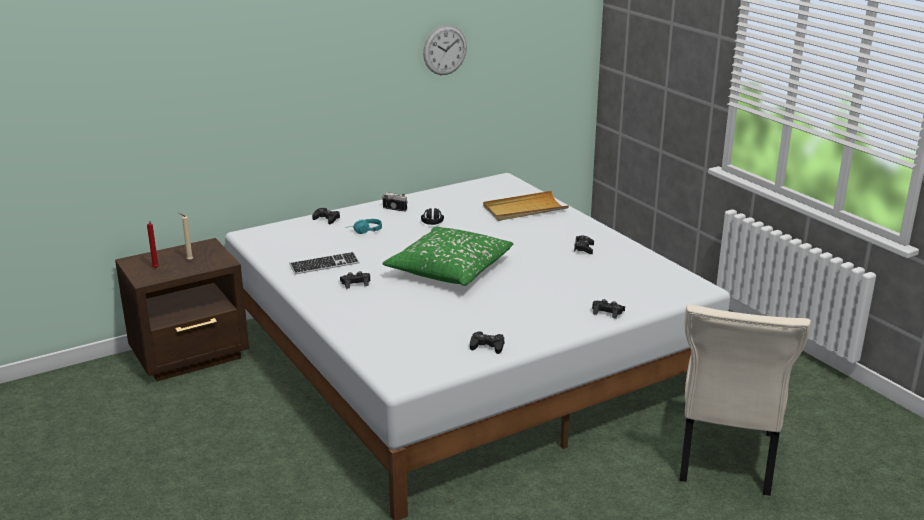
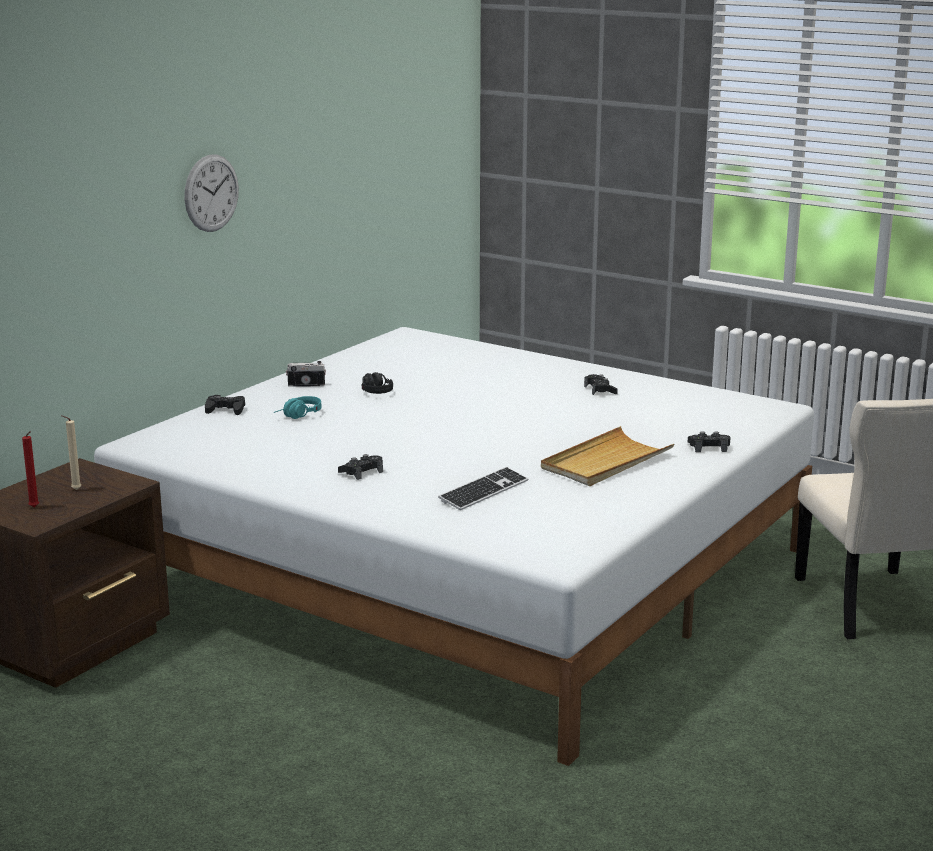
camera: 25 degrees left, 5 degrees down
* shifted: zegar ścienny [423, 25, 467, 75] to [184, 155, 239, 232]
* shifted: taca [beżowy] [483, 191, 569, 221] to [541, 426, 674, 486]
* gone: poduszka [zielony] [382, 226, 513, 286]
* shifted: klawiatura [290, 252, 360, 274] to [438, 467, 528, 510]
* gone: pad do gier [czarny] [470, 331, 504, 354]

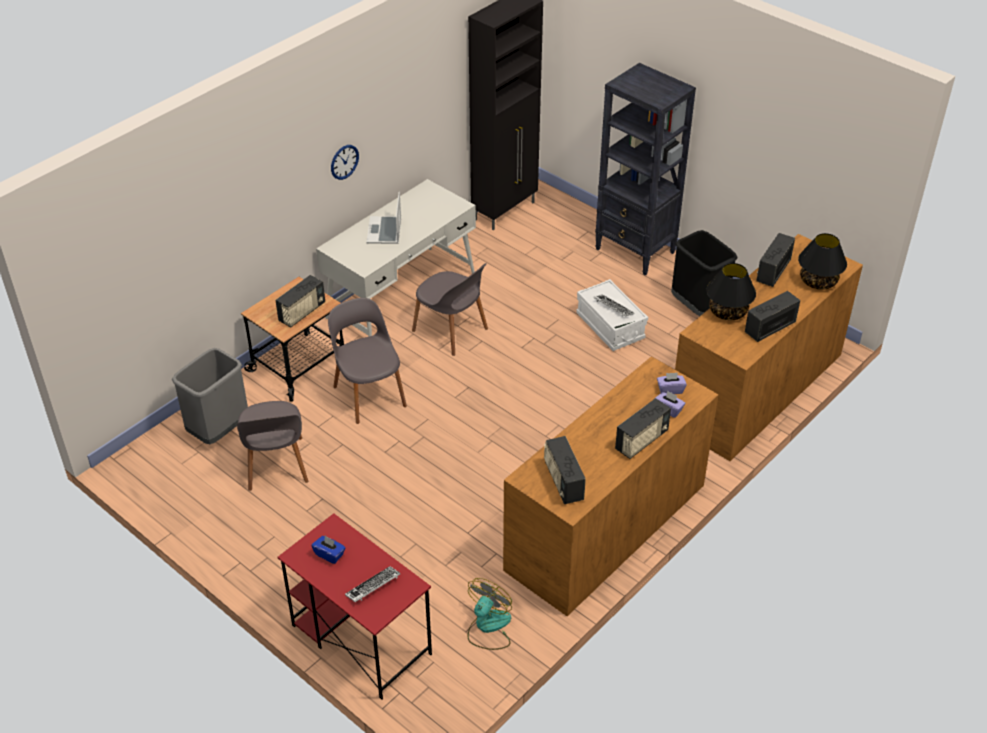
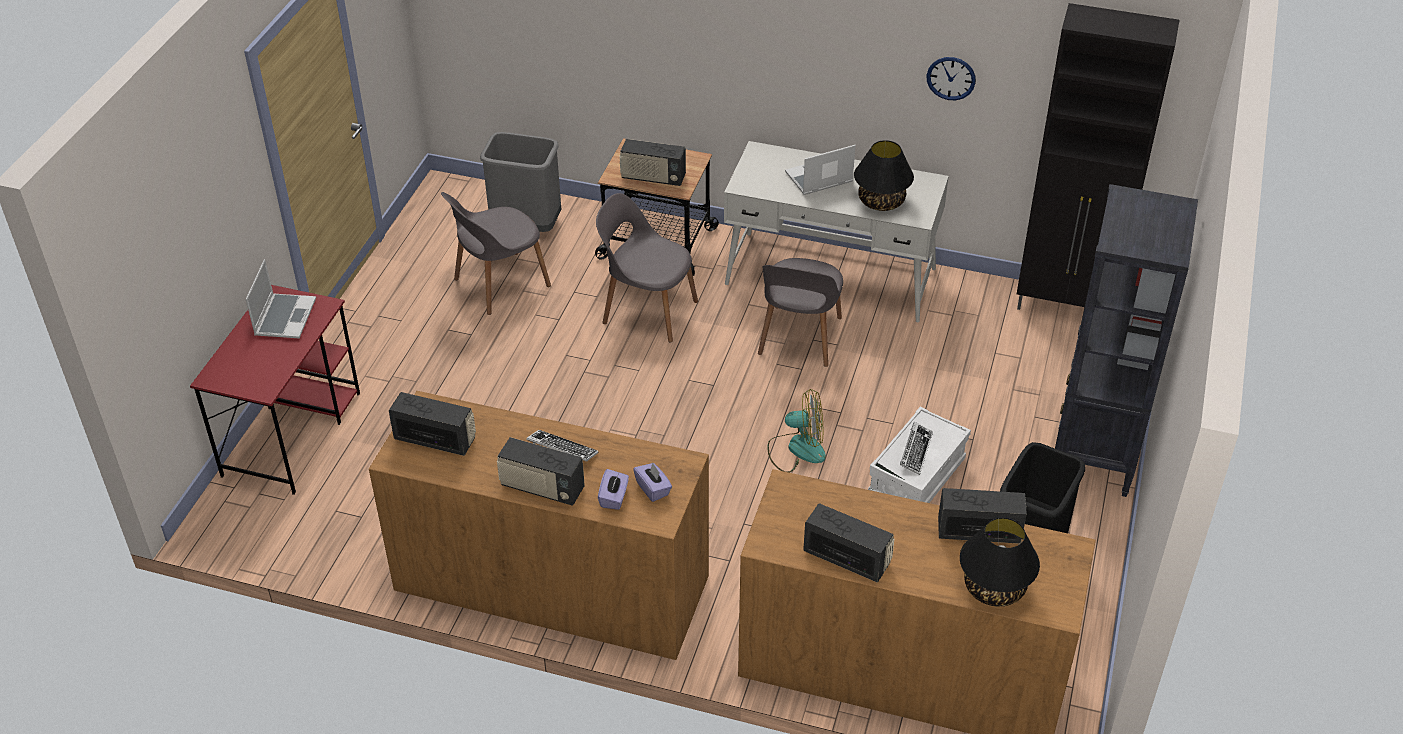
camera: 65 degrees right, 0 degrees up
* shifted: zegar ścienny [331, 145, 359, 180] to [926, 57, 976, 100]
* shifted: lampa stołowa [czarny] [706, 263, 756, 320] to [854, 140, 914, 211]
* rotated: krzesło [szary] [328, 298, 407, 424] = [596, 193, 698, 342] 105 degrees counterclockwise
* rotated: radio [544, 436, 586, 504] = [389, 392, 476, 456] 60 degrees clockwise
* swapped: pudełko chusteczek [niebieski] [312, 536, 345, 564] to laptop [246, 259, 316, 338]
* shifted: klawiatura [345, 566, 400, 602] to [526, 430, 598, 462]
* shifted: wentylator [468, 578, 512, 650] to [767, 389, 826, 473]

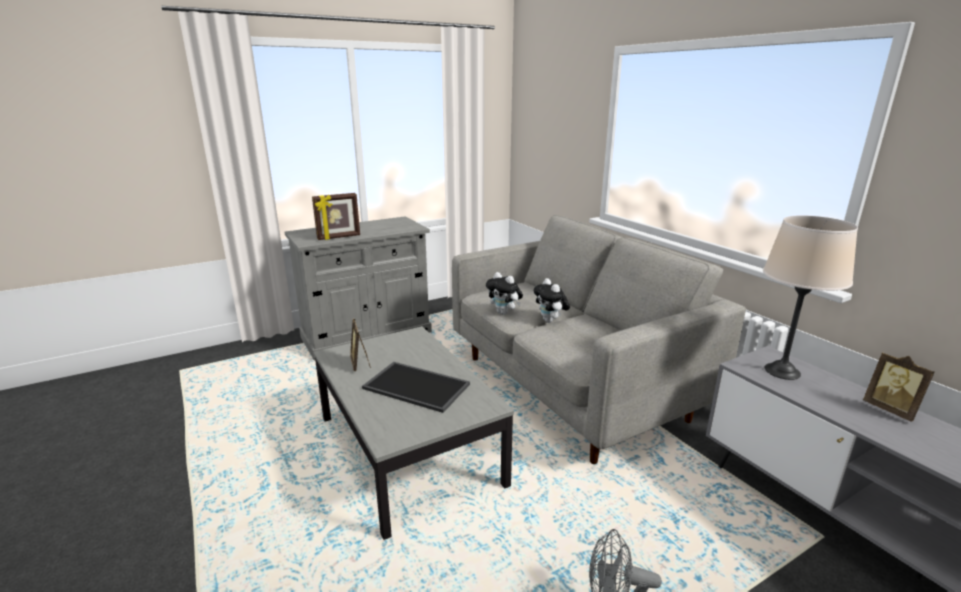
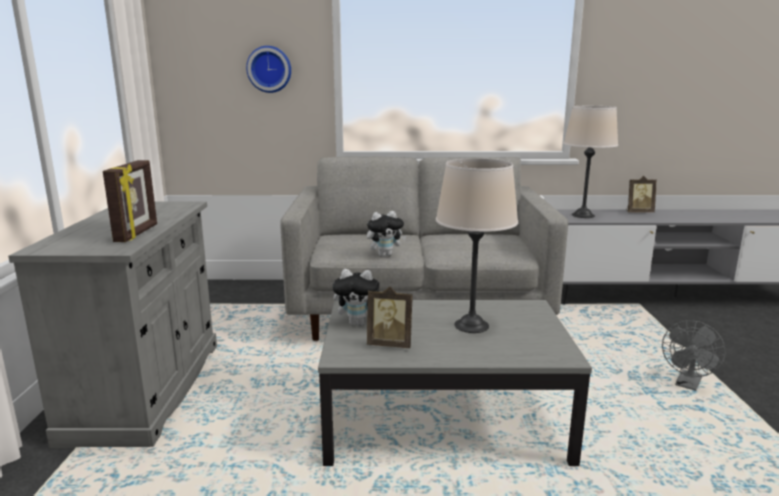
camera: 60 degrees left, 5 degrees down
* shifted: pluszak [533, 278, 570, 323] to [332, 269, 380, 326]
* swapped: taca [362, 362, 470, 413] to lampa stołowa [beżowy] [436, 158, 518, 333]
* new: zegar ścienny [246, 46, 291, 93]

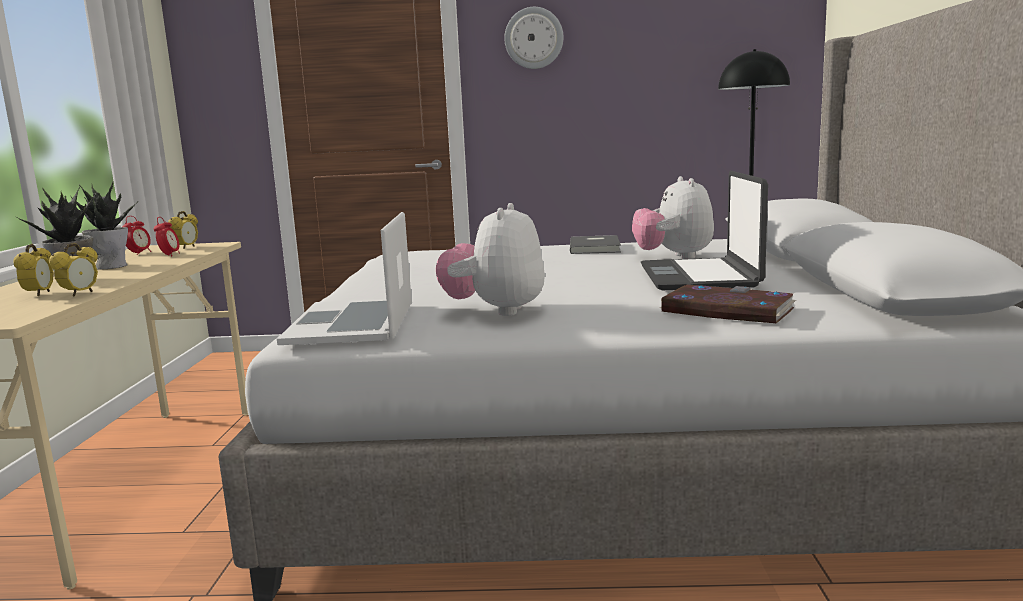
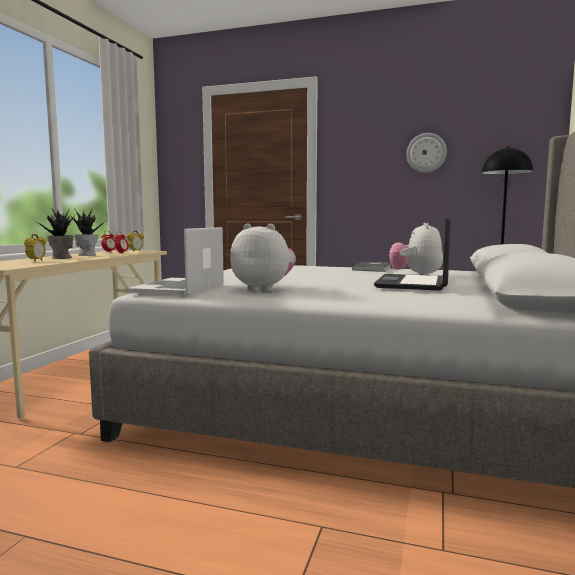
camera: 15 degrees right, 5 degrees down
* shifted: zegar ścienny [504, 7, 563, 69] to [406, 133, 447, 173]
* rotated: pluszak [435, 203, 545, 316] = [230, 224, 296, 292] 90 degrees clockwise
* gone: budzik [49, 243, 98, 297]
* gone: książka [660, 284, 796, 323]

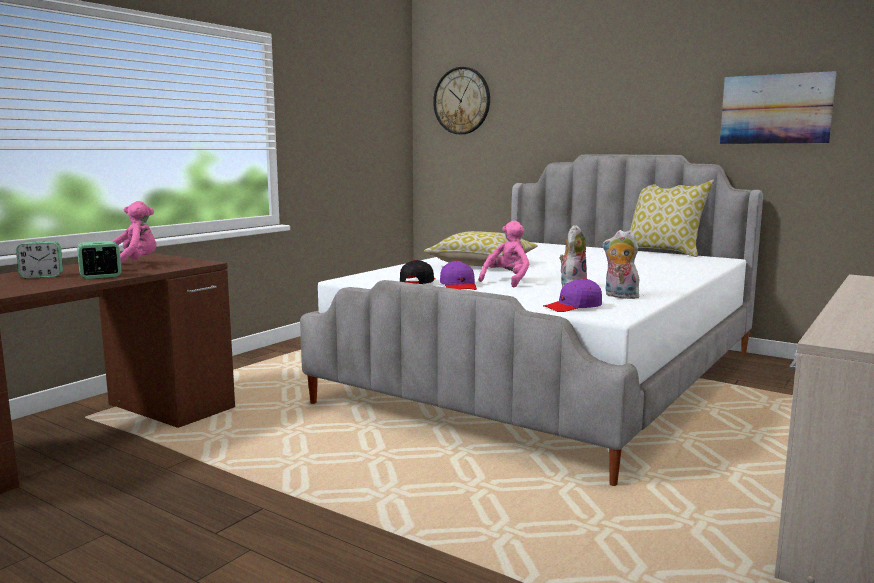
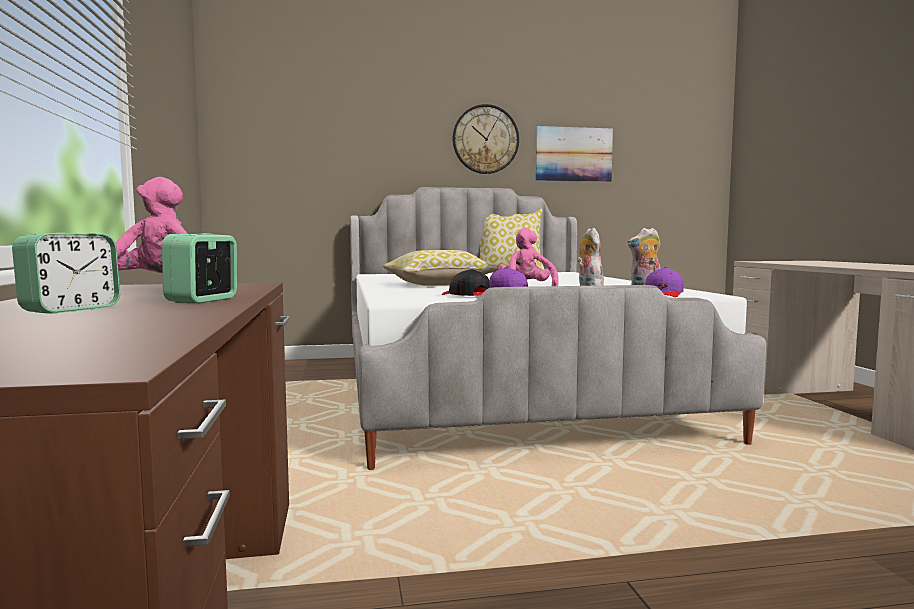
camera: 45 degrees left, 5 degrees down
* shifted: zegar ścienny [433, 67, 490, 134] to [453, 104, 519, 174]

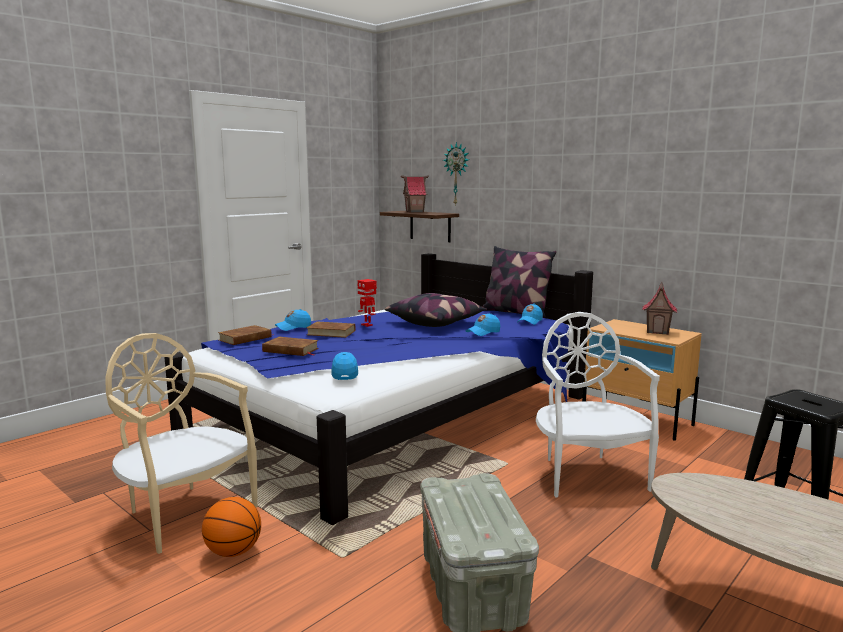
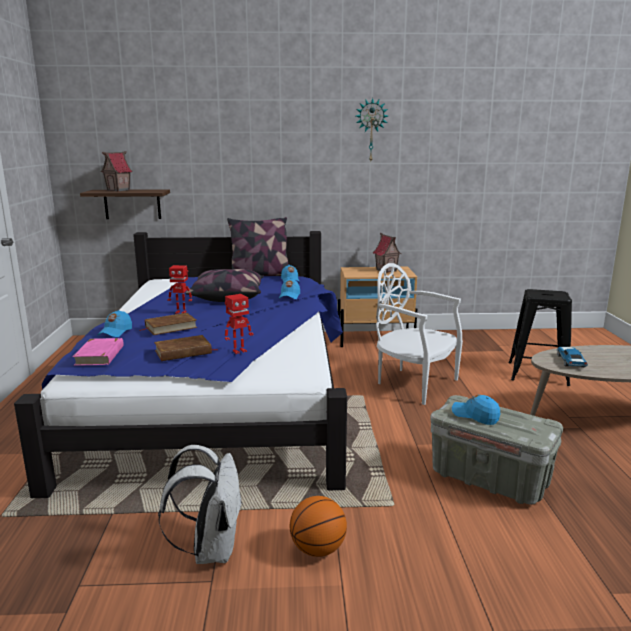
camera: 45 degrees left, 5 degrees up
* shifted: zegar ścienny [443, 142, 469, 206] to [356, 98, 388, 163]
* repainted: książka [brązowy] [218, 325, 274, 345] to książka [różowy] [72, 338, 124, 366]
* swapped: krzesło [beżowy] [105, 333, 258, 554] to plecak [biały] [158, 445, 243, 564]
* shifted: czapka z daszkiem [niebieski] [331, 352, 358, 380] to [452, 395, 500, 425]
* new: robot zabawkowy [225, 294, 254, 354]
* new: samochodzik [557, 347, 588, 367]

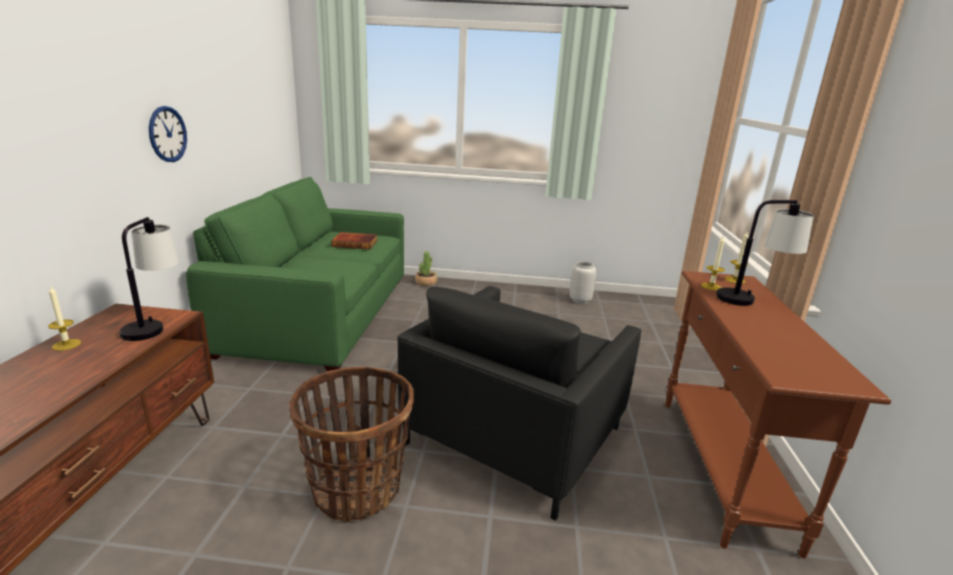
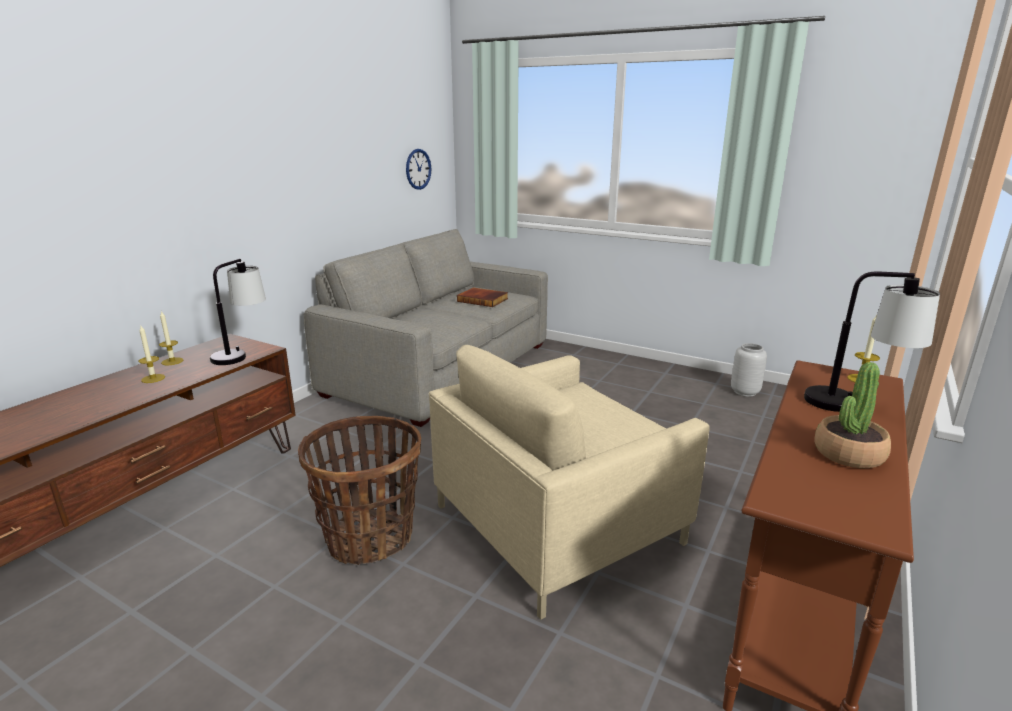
camera: 25 degrees right, 0 degrees up
* shifted: zegar ścienny [149, 106, 187, 162] to [406, 149, 431, 190]
* repainted: kanapa [zielony] [186, 177, 404, 371] to kanapa [szary] [304, 229, 548, 427]
* shifted: świeca [701, 237, 725, 291] to [139, 326, 165, 383]
* shifted: roślina doniczkowa [415, 251, 437, 286] to [814, 362, 891, 468]
* repainted: fotel [czarny] [397, 286, 641, 521] to fotel [beżowy] [429, 345, 710, 620]

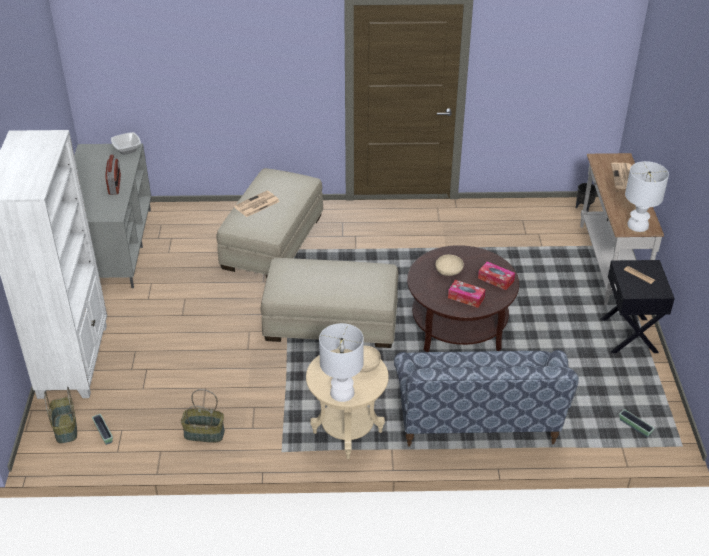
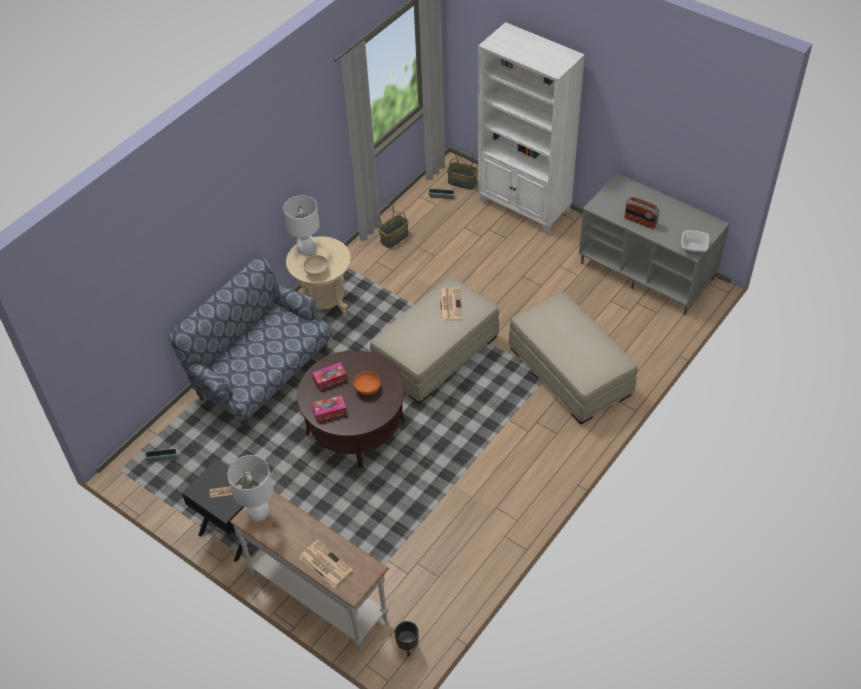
camera: 130 degrees right, 10 degrees up
* shifted: gazeta [234, 190, 280, 217] to [439, 288, 462, 320]
* repainted: miska [beżowy] [435, 255, 464, 276] to miska [pomarańczowy] [353, 371, 380, 395]

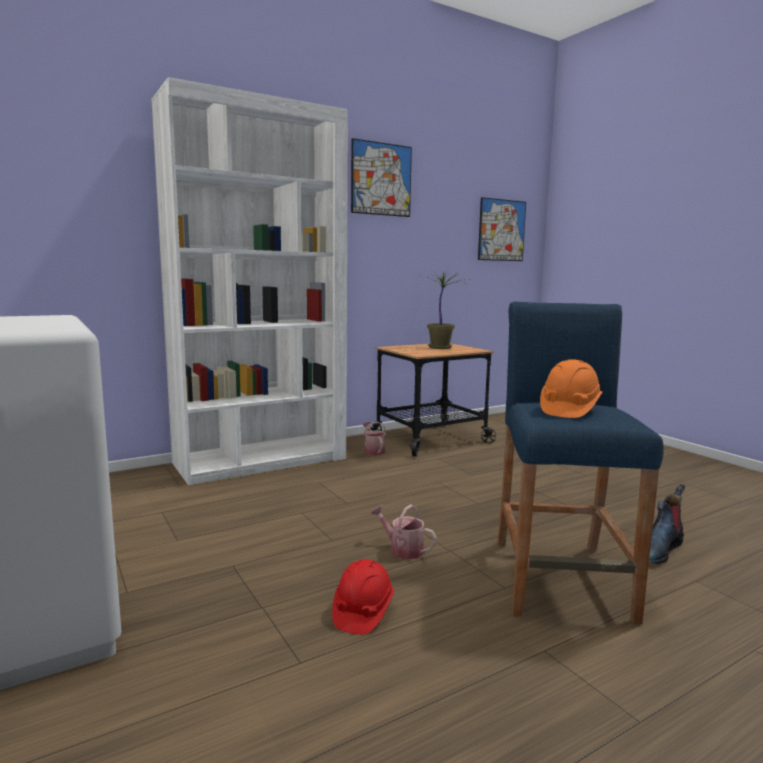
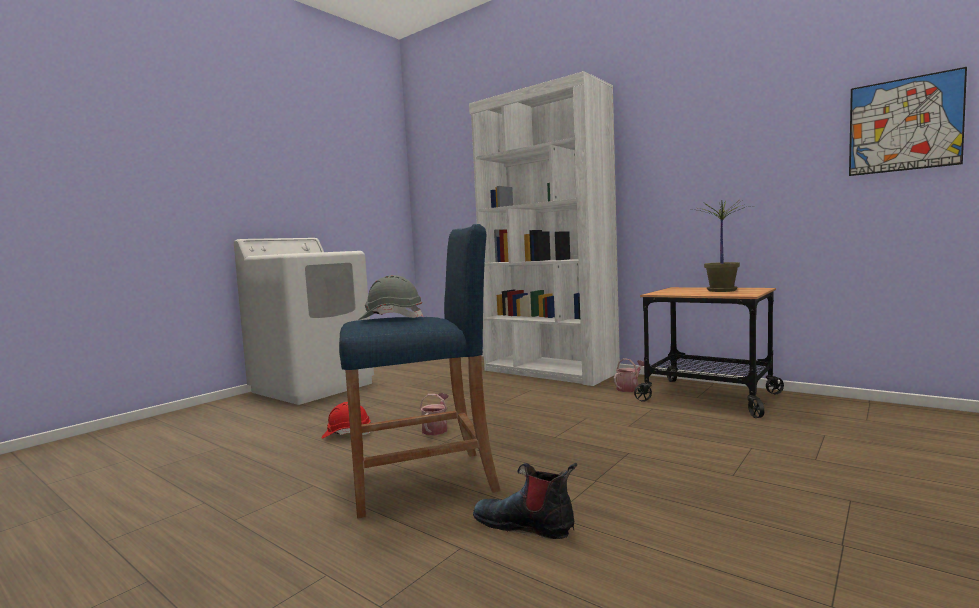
camera: 70 degrees right, 5 degrees down
* gone: obraz [351, 138, 412, 217]
* repainted: kask [pomarańczowy] [540, 359, 603, 418] to kask [szary] [359, 275, 424, 320]

